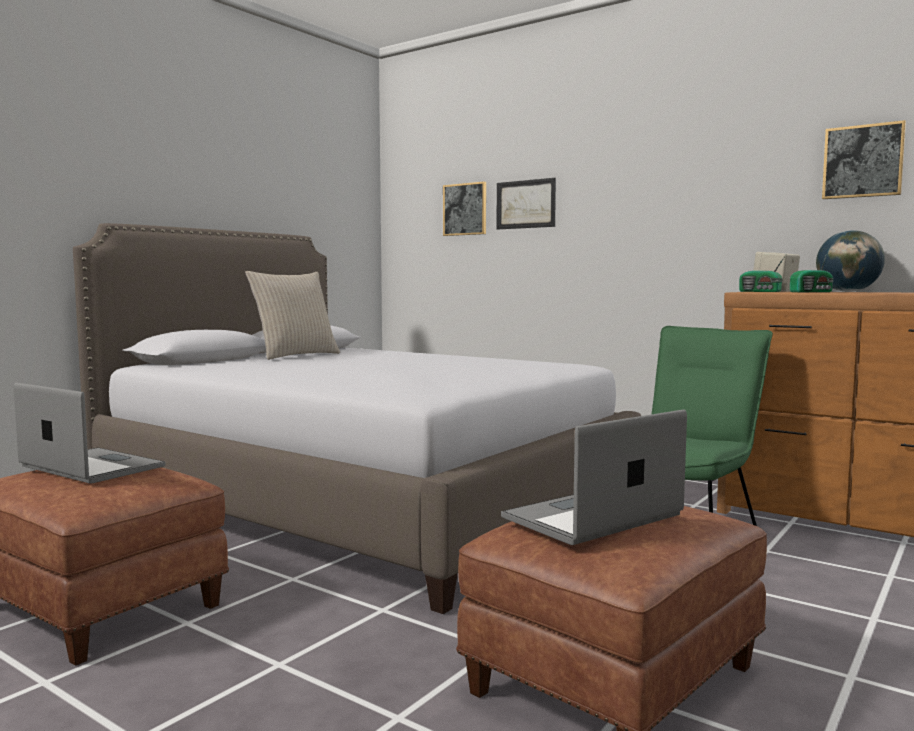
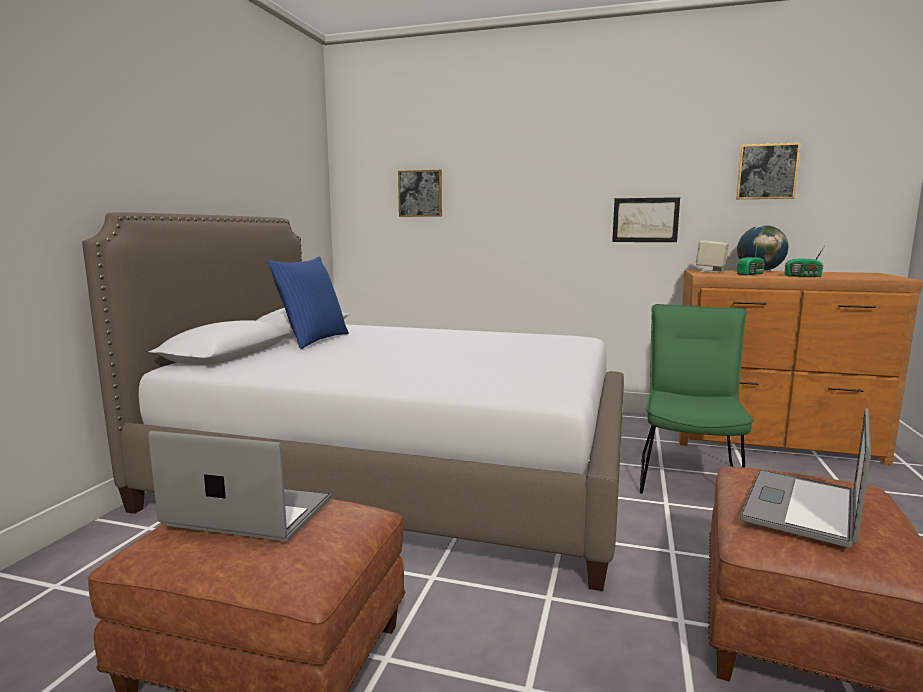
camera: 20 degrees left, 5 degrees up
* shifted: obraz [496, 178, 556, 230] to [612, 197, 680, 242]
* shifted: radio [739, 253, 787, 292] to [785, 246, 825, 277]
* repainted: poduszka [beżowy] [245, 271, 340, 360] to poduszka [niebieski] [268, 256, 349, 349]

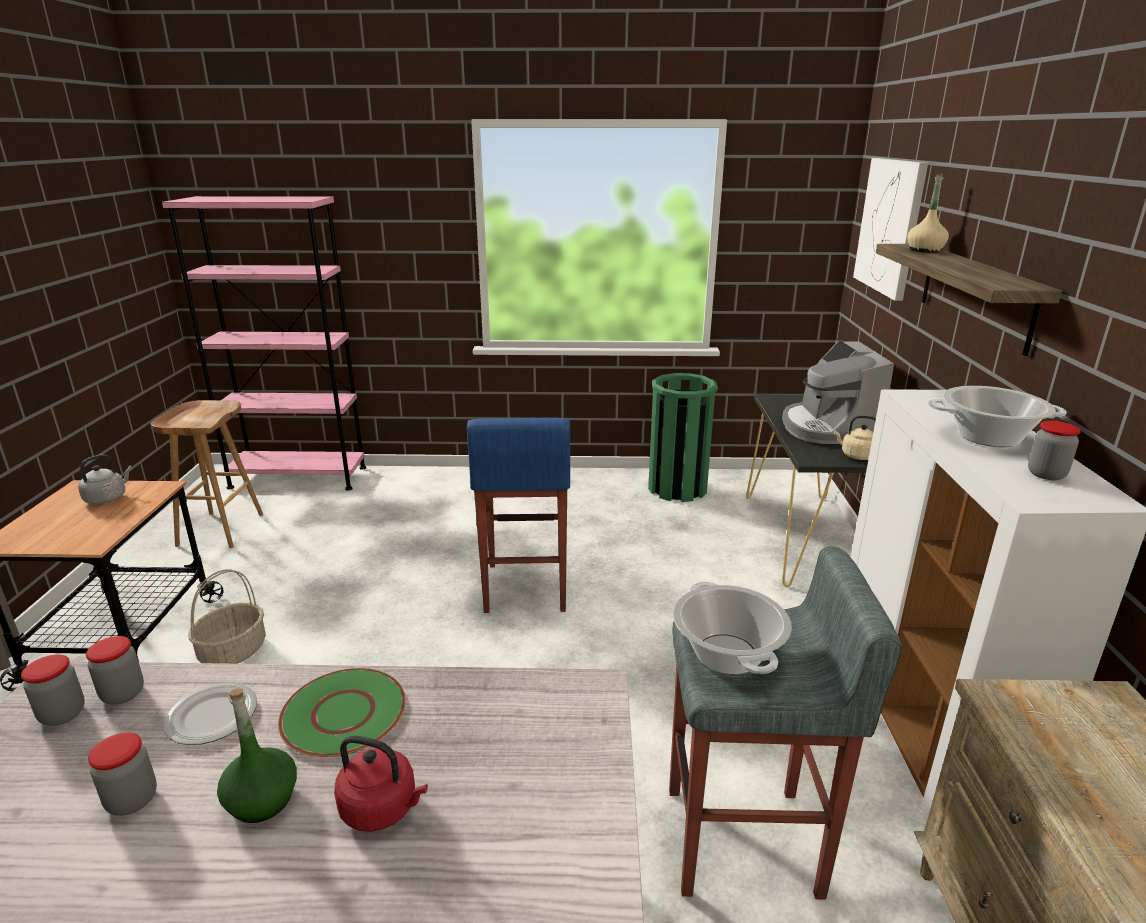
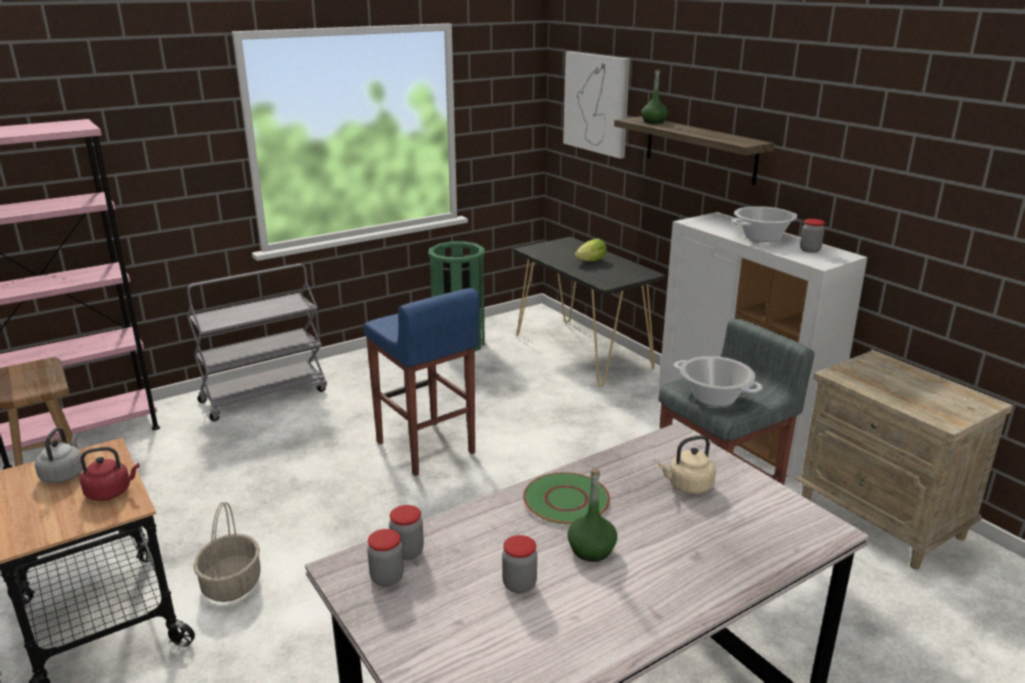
camera: 35 degrees left, 0 degrees up
* repainted: butelka [beżowy] [908, 174, 949, 252] to butelka [zielony] [641, 69, 668, 124]
* swapped: ekspres do kawy [782, 340, 894, 444] to sałata [575, 238, 607, 261]
* shifted: czajnik [beżowy] [834, 415, 876, 460] to [658, 435, 716, 494]
* gone: talerz [164, 683, 257, 745]
* shifted: czajnik [czerwony] [334, 736, 428, 832] to [80, 447, 140, 501]
* new: wózek [szary] [187, 264, 327, 421]

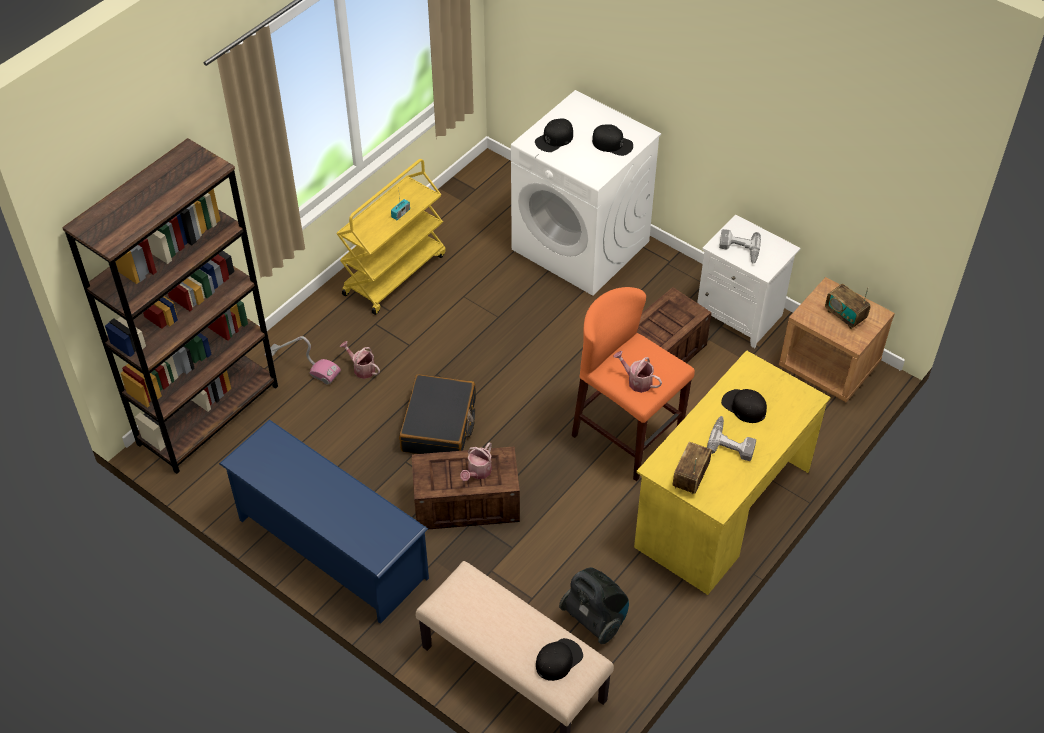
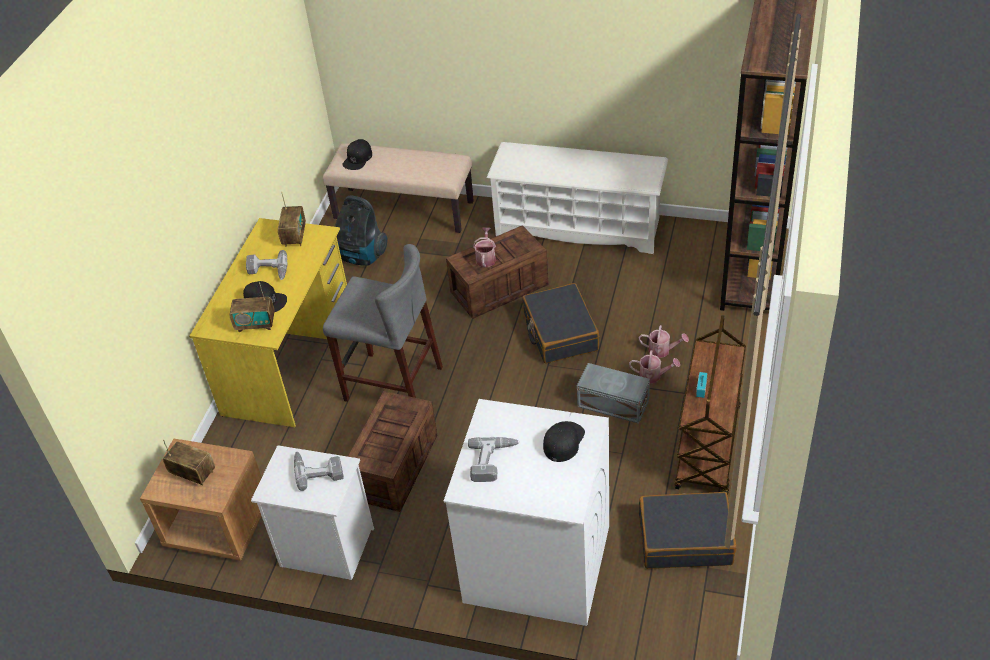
camera: 160 degrees right, 5 degrees down
* swapped: czapka z daszkiem [czarny] [592, 124, 633, 156] to wiertarka [468, 437, 519, 482]
* repainted: wózek [żółty] [336, 159, 446, 315] to wózek [brązowy] [674, 315, 746, 495]
* repainted: stołek [pomarańczowy] [572, 287, 695, 481] to stołek [szary] [323, 244, 443, 402]
* gone: odkurzacz [265, 336, 341, 384]
* shifted: konewka [613, 351, 662, 393] to [629, 350, 680, 383]
* repainted: regał na buty [niebieski] [219, 419, 429, 624] to regał na buty [biały] [486, 142, 668, 254]
* new: radio [230, 282, 274, 332]
* new: pojemnik do przechowywania [szary] [577, 363, 650, 424]
* new: walizka [czarny] [639, 492, 736, 569]

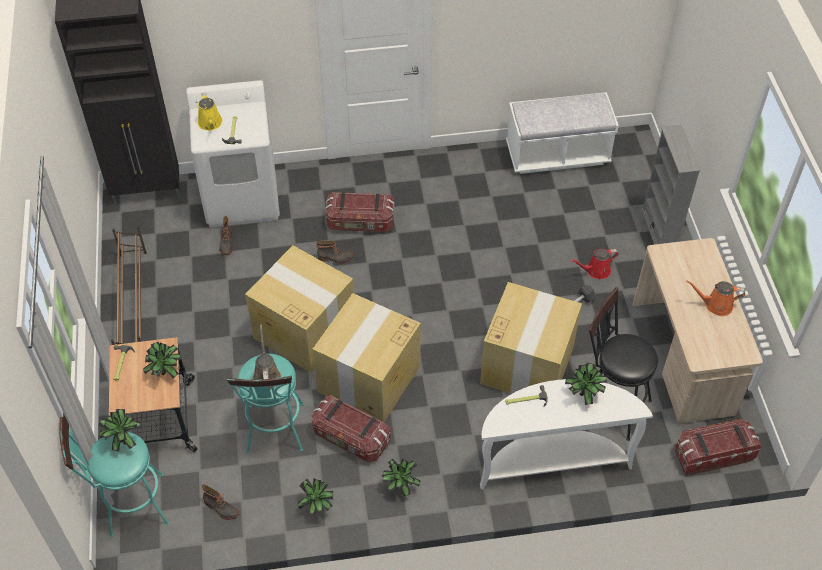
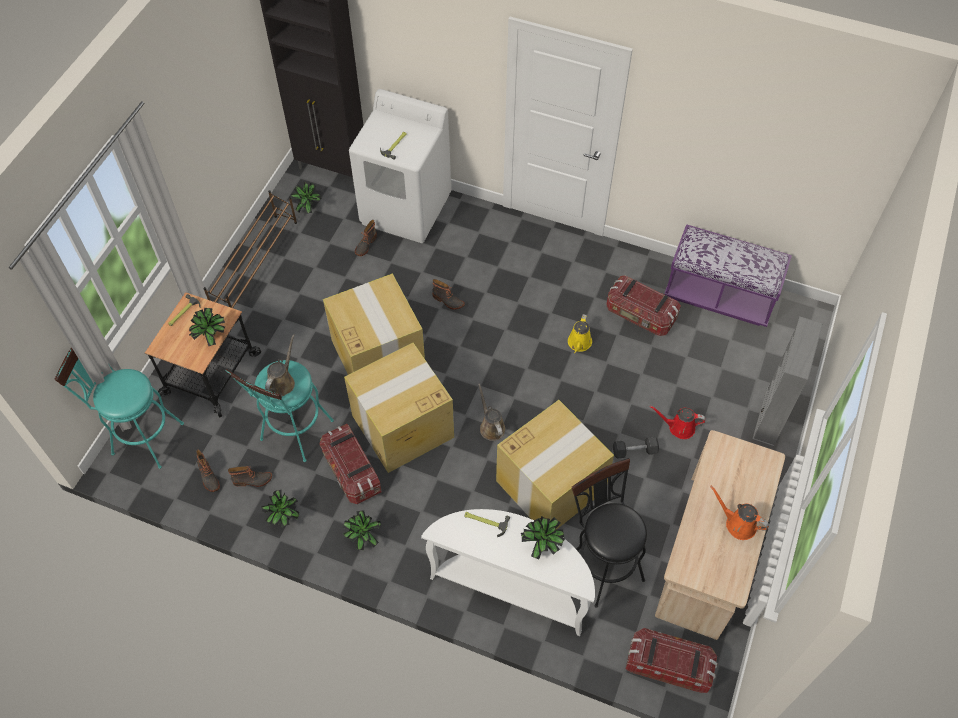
camera: 30 degrees right, 5 degrees up
* shifted: konewka [żółty] [198, 92, 223, 131] to [568, 314, 592, 354]
* repainted: ławka [biały] [506, 92, 619, 174] to ławka [fioletowy] [664, 224, 792, 327]
* shifted: pojemnik do przechowywania [325, 192, 394, 232] to [606, 275, 681, 336]
* shifted: roślina doniczkowa [99, 409, 141, 452] to [290, 182, 322, 214]
* new: konewka [brązowy] [478, 383, 505, 441]
* new: but z cholewką [228, 466, 272, 487]

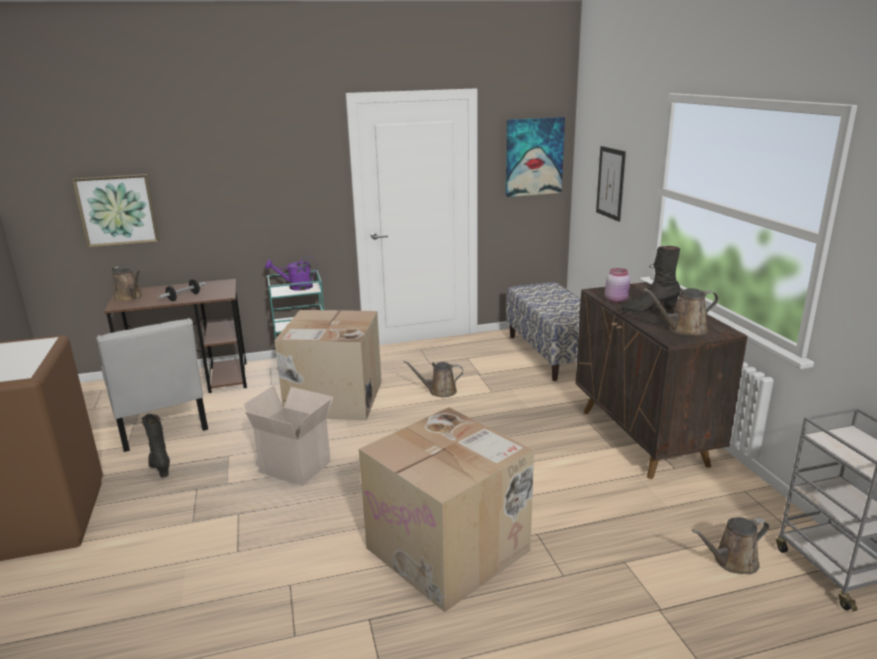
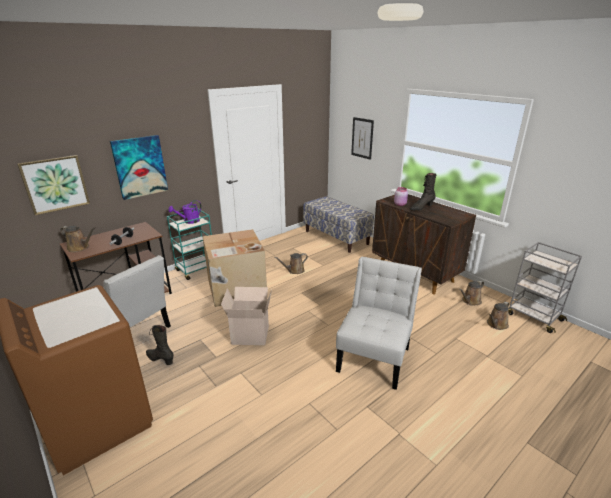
camera: 25 degrees left, 5 degrees up
* shifted: obraz [506, 117, 565, 197] to [110, 135, 168, 200]
* shifted: konewka [brązowy] [643, 288, 719, 336] to [459, 281, 484, 306]
* swapped: karton [359, 407, 534, 612] to krzesło [biały] [336, 256, 422, 390]

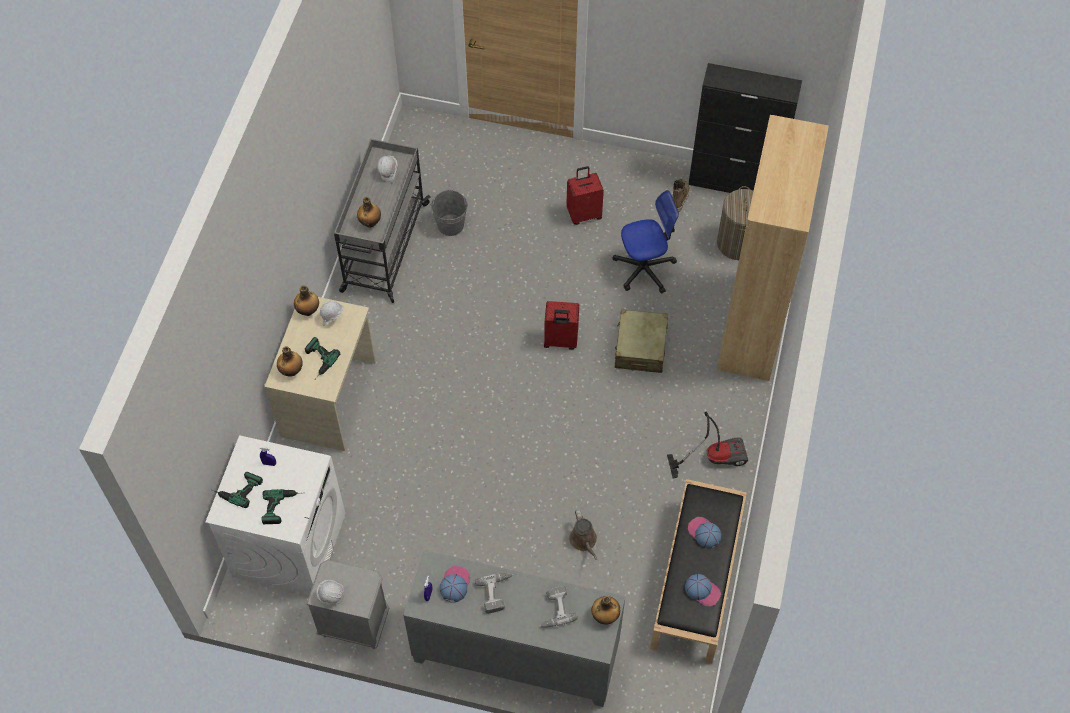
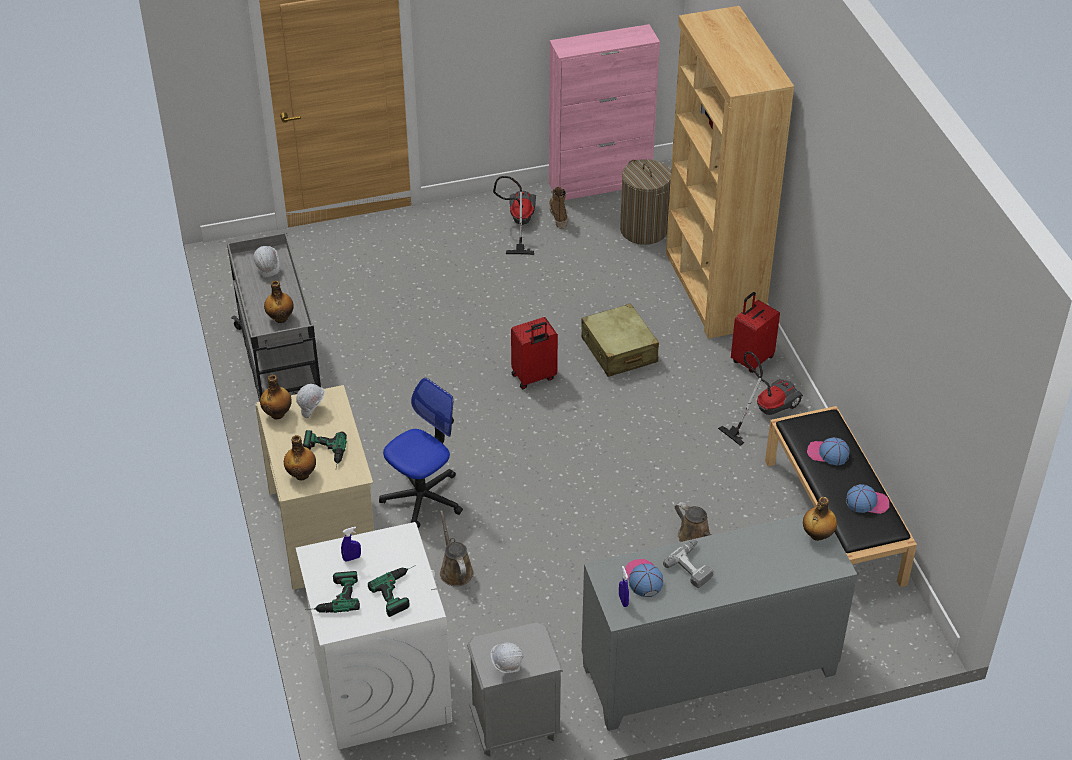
camera: 30 degrees left, 15 degrees down
* repainted: szafka [czarny] [689, 63, 802, 193] to szafka [różowy] [549, 24, 660, 200]
* shifted: walizka [czerwony] [566, 166, 604, 225] to [731, 292, 780, 373]
* gone: wiadro [szary] [430, 189, 468, 236]
* shifted: krzesło biurowe [612, 190, 679, 294] to [379, 378, 463, 528]
* gone: wiertarka [540, 586, 578, 628]
* new: odkurzacz [493, 176, 536, 255]
* new: konewka [brązowy] [440, 510, 473, 587]

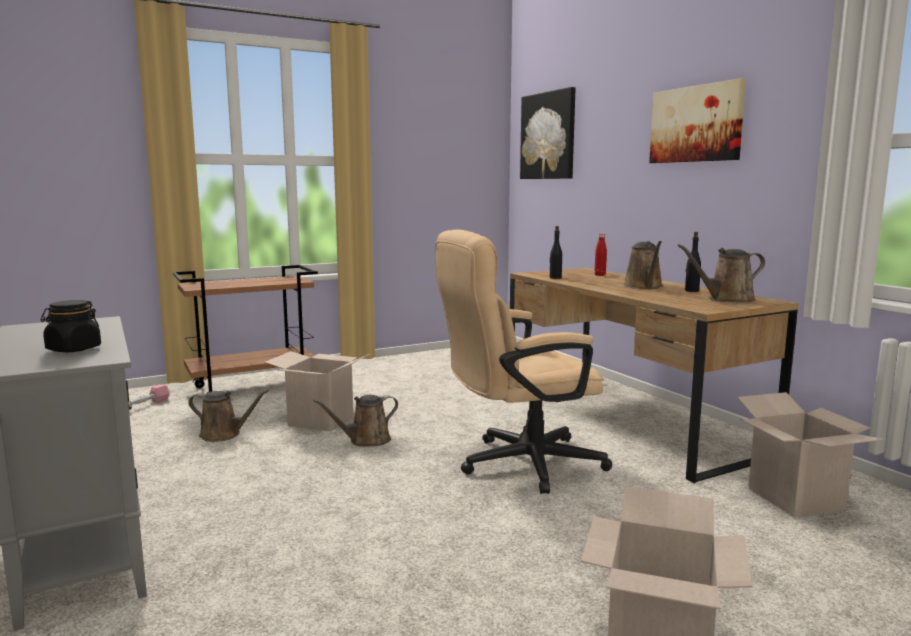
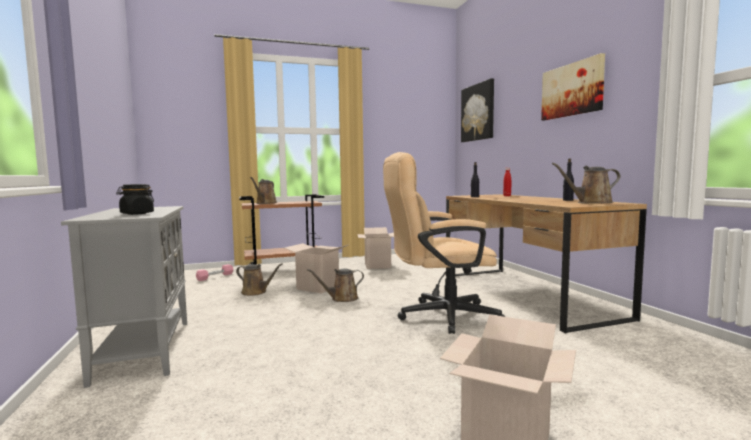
camera: 10 degrees right, 5 degrees down
* shifted: konewka [brązowy] [623, 241, 663, 289] to [250, 177, 277, 204]
* shifted: karton [737, 392, 884, 518] to [357, 227, 394, 269]

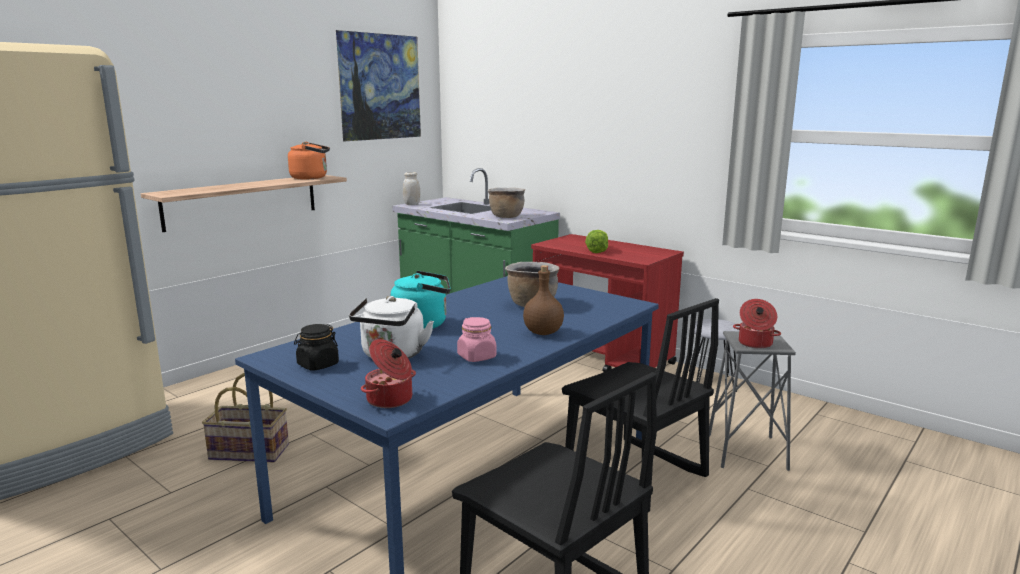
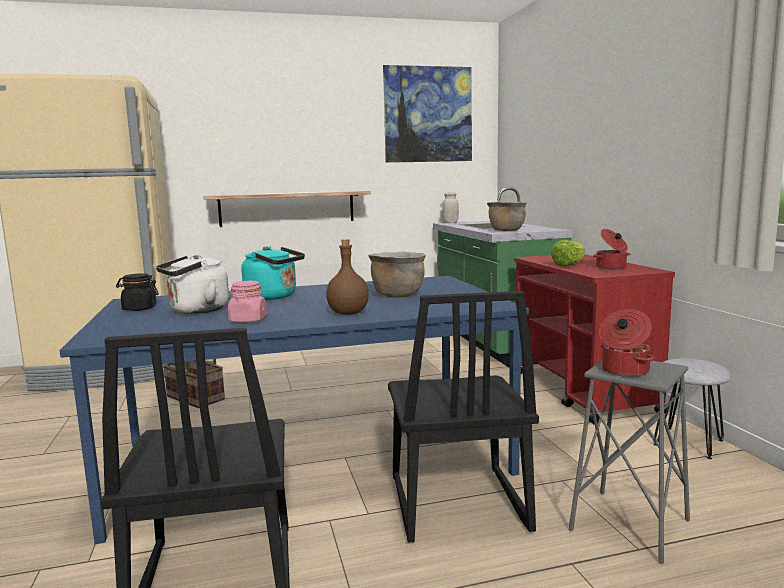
camera: 35 degrees right, 5 degrees down
* gone: czajnik [pomarańczowy] [288, 142, 330, 179]
* shifted: garnek [361, 339, 416, 408] to [593, 229, 631, 269]

